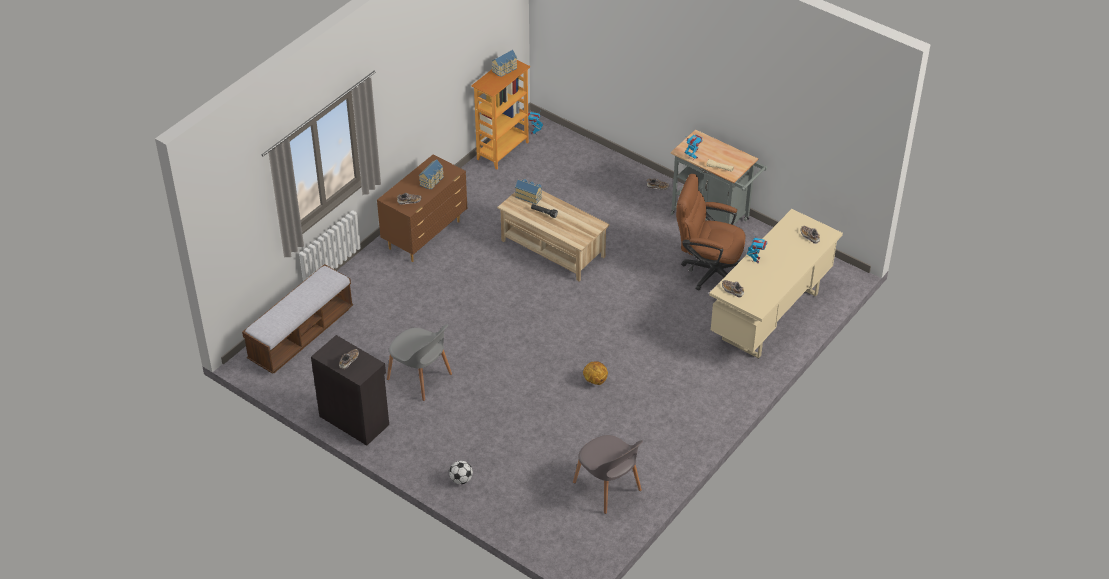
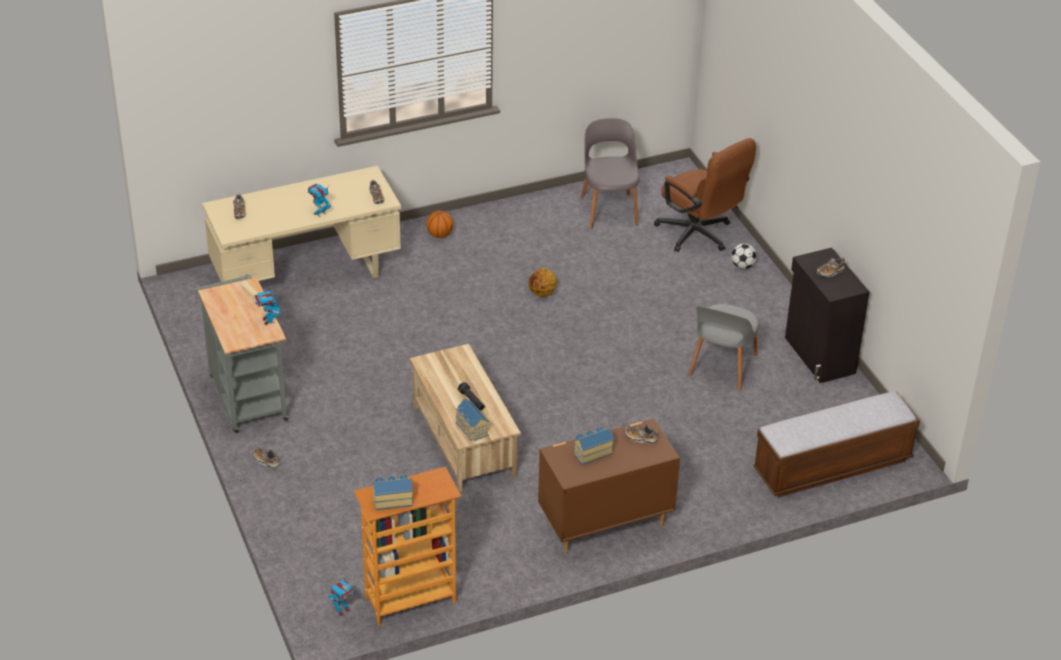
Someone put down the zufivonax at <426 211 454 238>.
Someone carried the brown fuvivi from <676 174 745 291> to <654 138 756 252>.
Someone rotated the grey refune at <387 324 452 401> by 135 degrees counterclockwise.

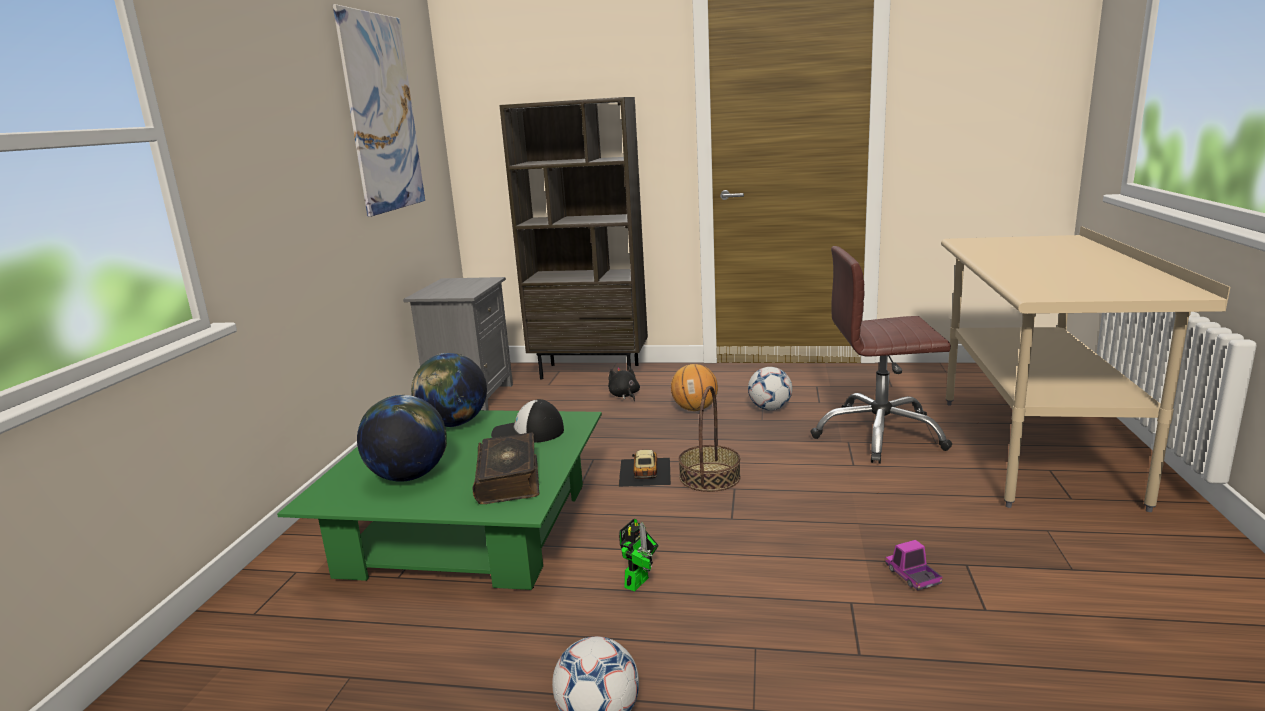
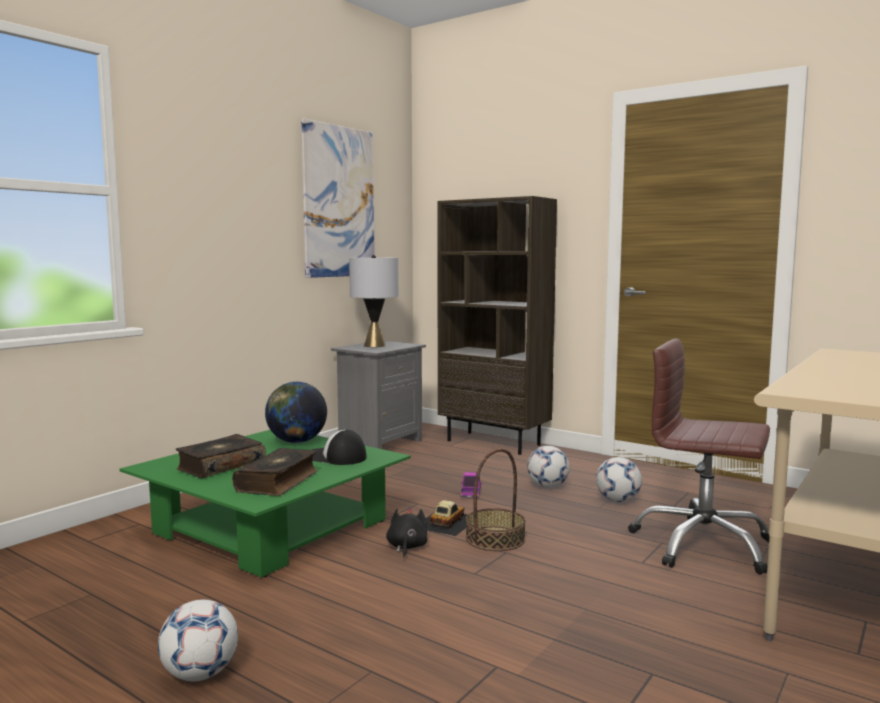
Someone took away the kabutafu at <619 519 659 591>.
Someone put down the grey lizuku at <349 255 398 347>.
Someone carried the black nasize from <608 366 640 401> to <386 508 427 558>.
Someone carried the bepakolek from <885 540 942 590> to <461 472 482 498>.
Someone swapped the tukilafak at <357 395 447 482> for the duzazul at <175 434 266 478>.
Someone swapped the zufivonax at <671 364 718 411> for the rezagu at <527 446 570 488>.

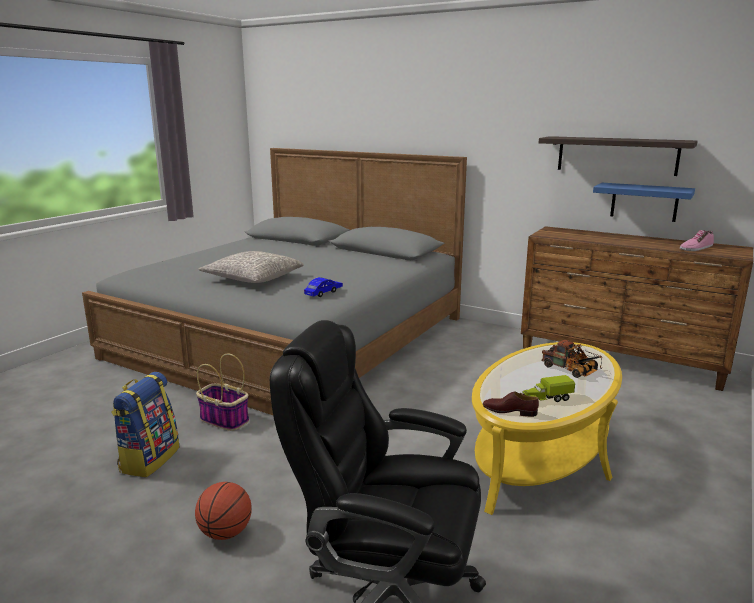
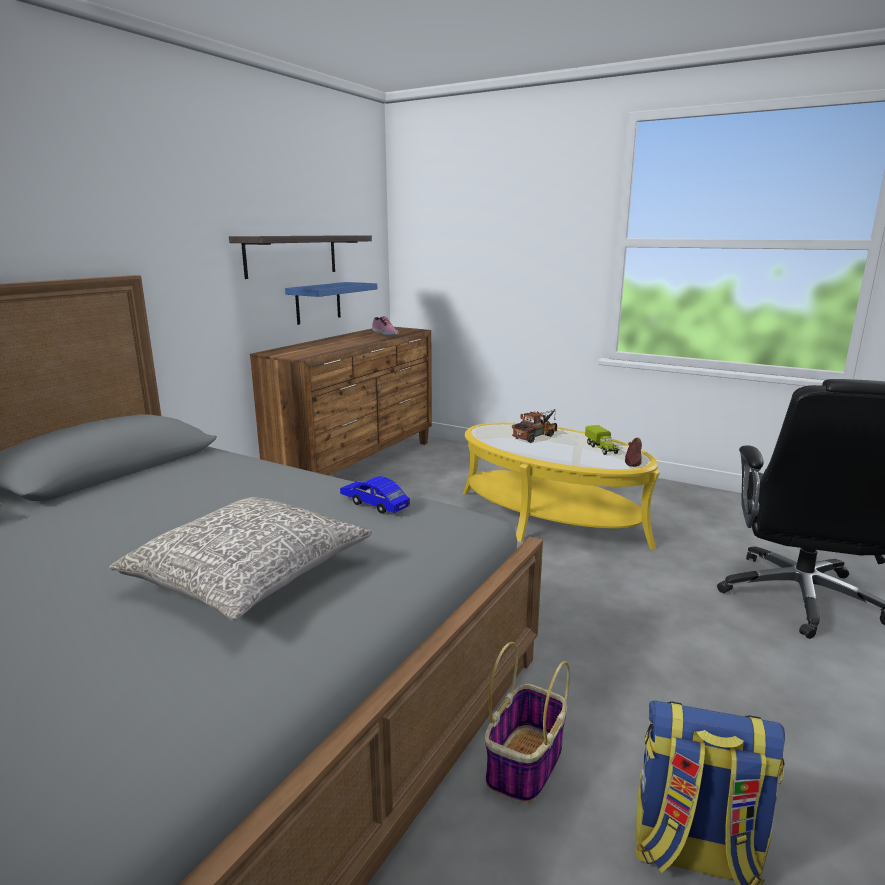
Someone took away the zufivonax at <195 482 252 540>.

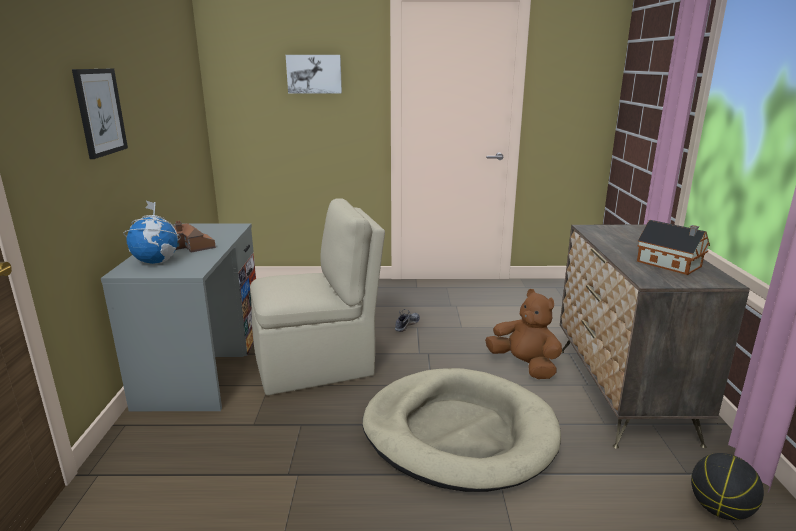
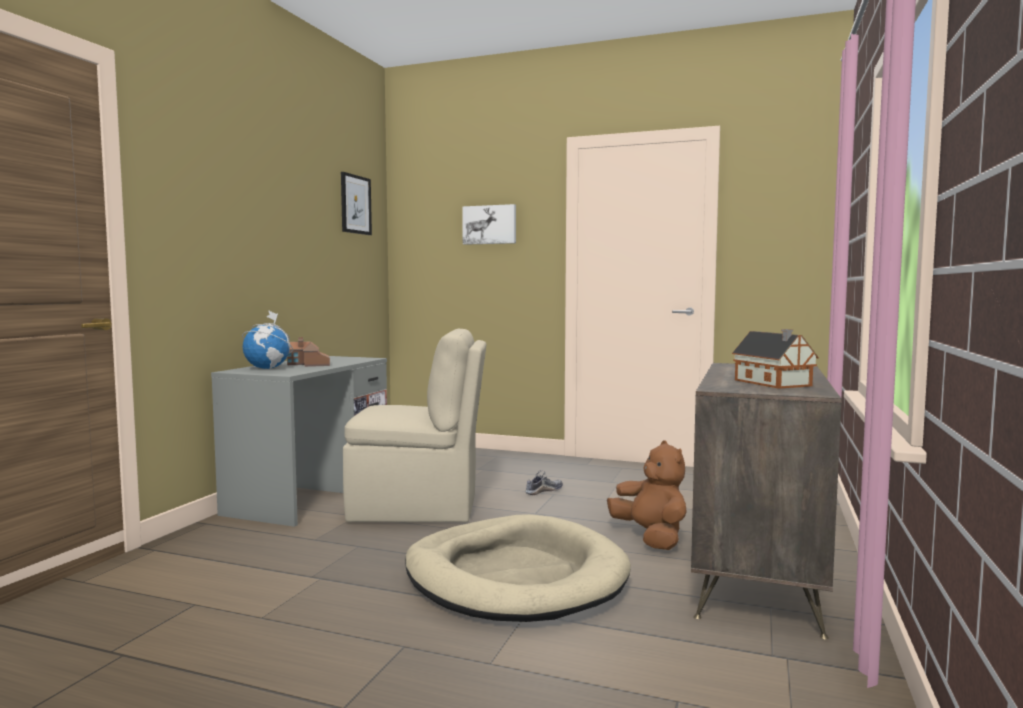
Someone took away the zufivonax at <691 453 764 520>.
Someone carried the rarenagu from <72 69 128 159> to <341 172 372 235>.

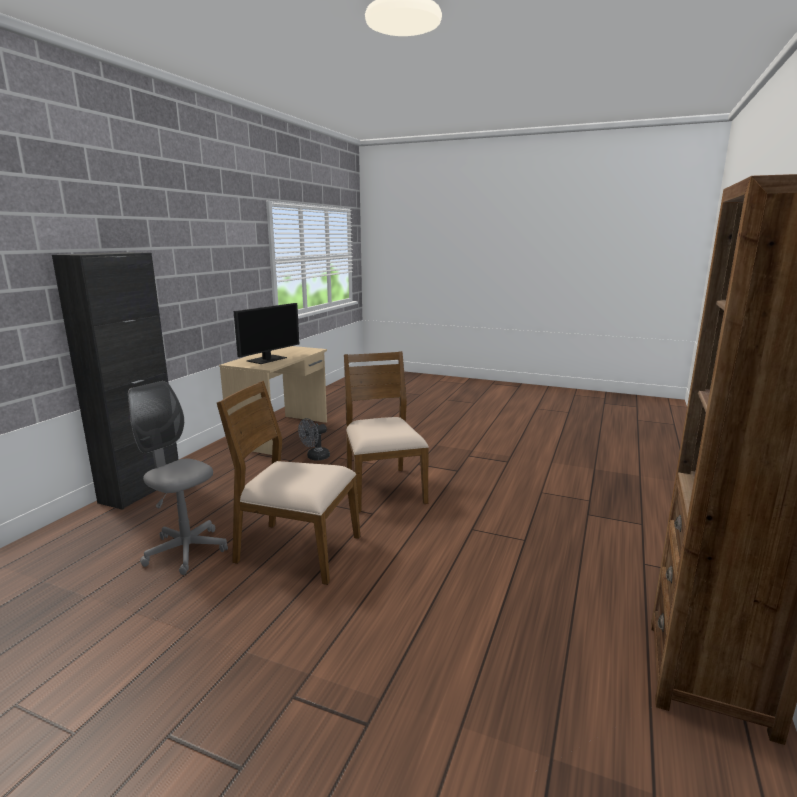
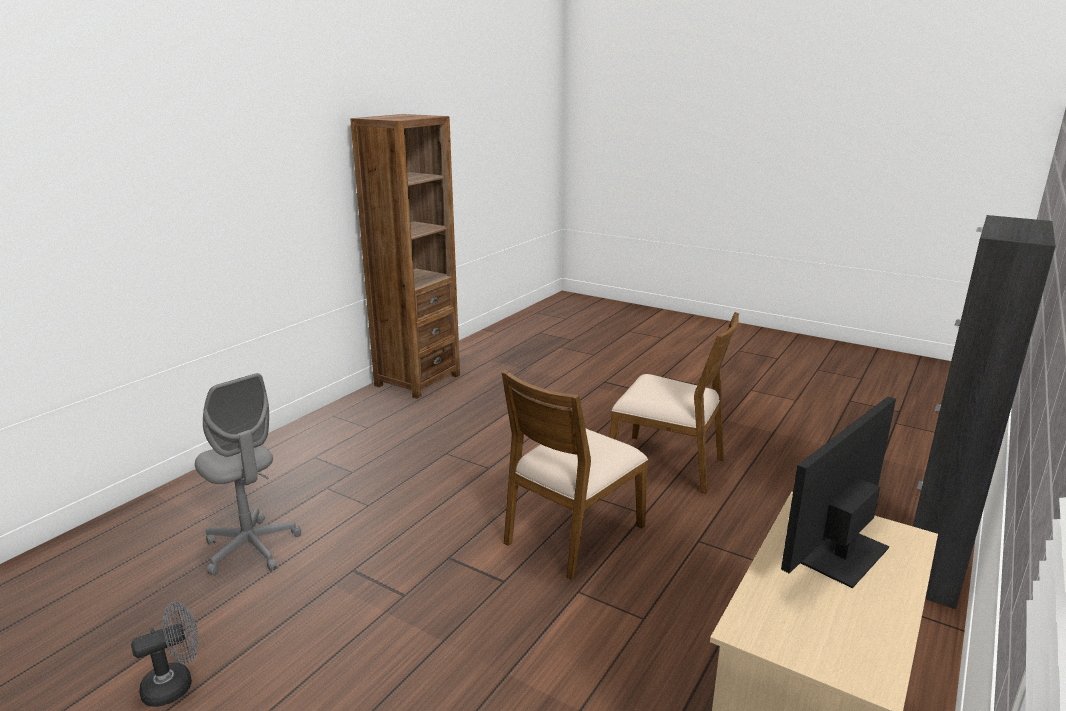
Someone carried the grey fuvivi from <128 381 228 575> to <195 373 301 576>.
Someone carried the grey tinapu from <298 418 330 461> to <131 601 198 707>.
Someone rotated the brown refune at <344 351 429 512> by 45 degrees clockwise.

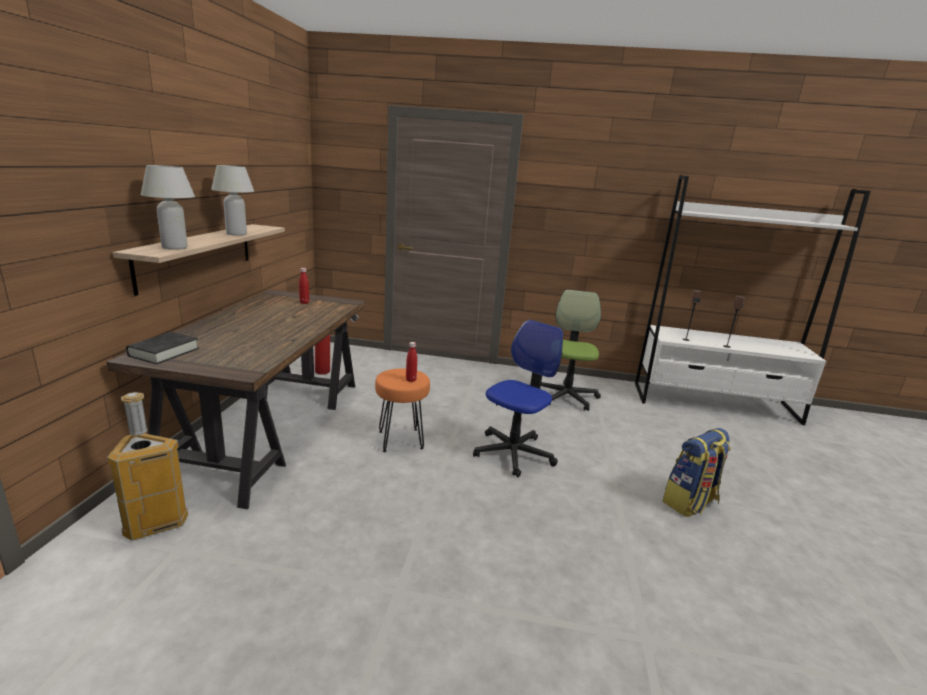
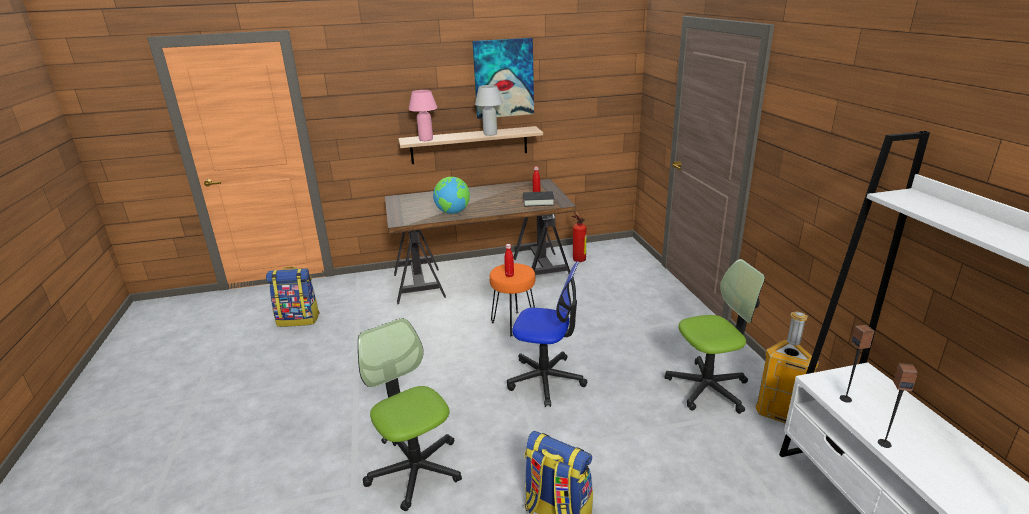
Someone put down the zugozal at <266 267 320 327>.
Someone put down the fuvivi at <358 318 462 511>.
Someone put down the tukilafak at <433 177 470 214>.
Someone put up the rarenagu at <472 38 534 119>.
Someone carried the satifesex from <107 392 188 541> to <756 311 819 424>.
Someone carried the black duzazul from <126 332 199 364> to <523 191 554 207>.
Someone repainted the white lizuku at <141 165 195 250>, which became the pink lizuku at <409 90 438 141>.

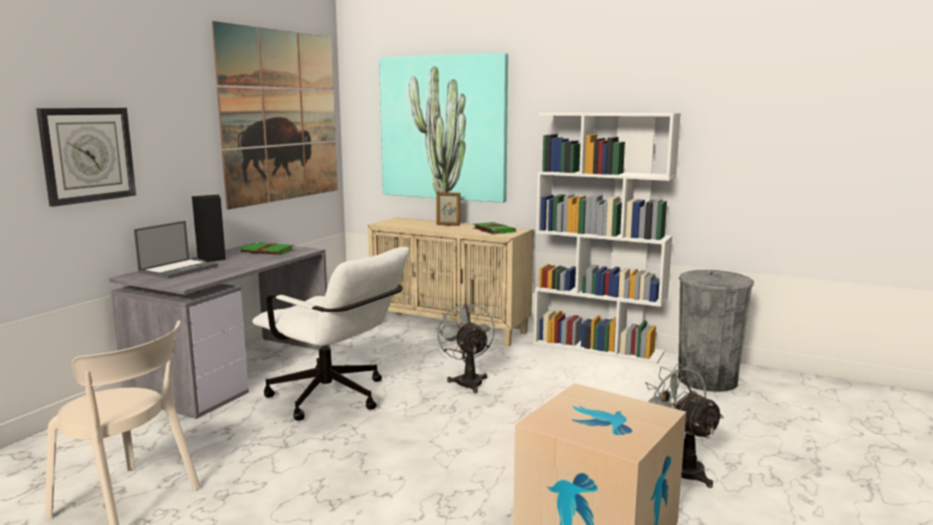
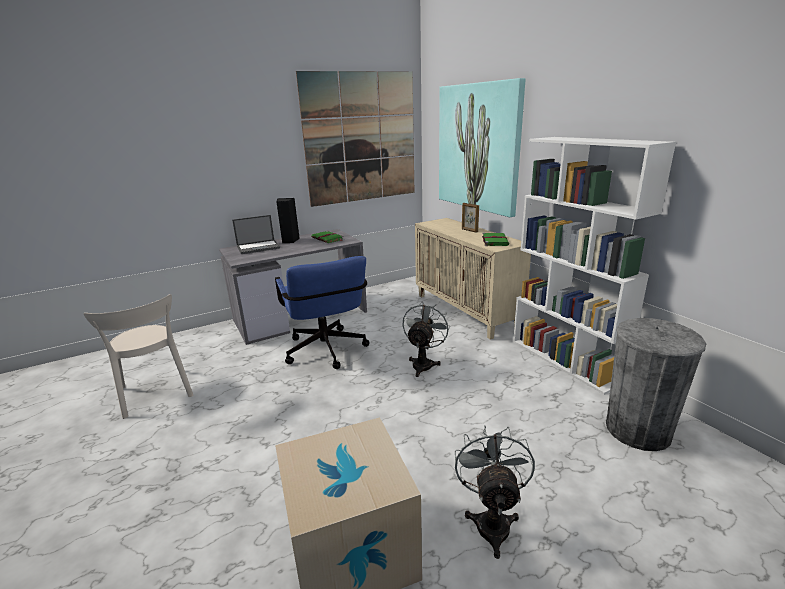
Someone took away the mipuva at <36 108 136 207>.
Someone repainted the white fuvivi at <252 247 409 421>, which became the blue fuvivi at <275 256 370 369>.

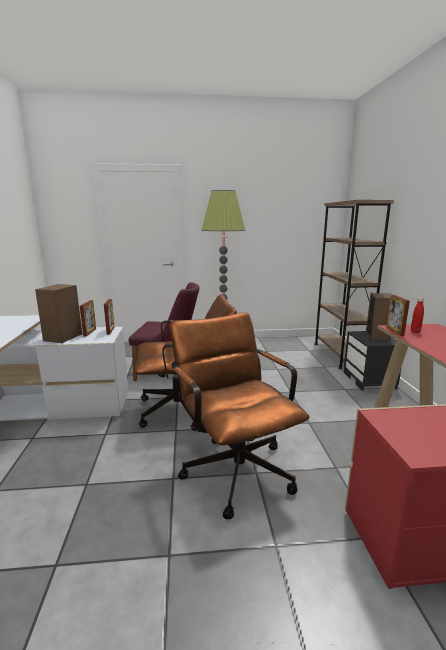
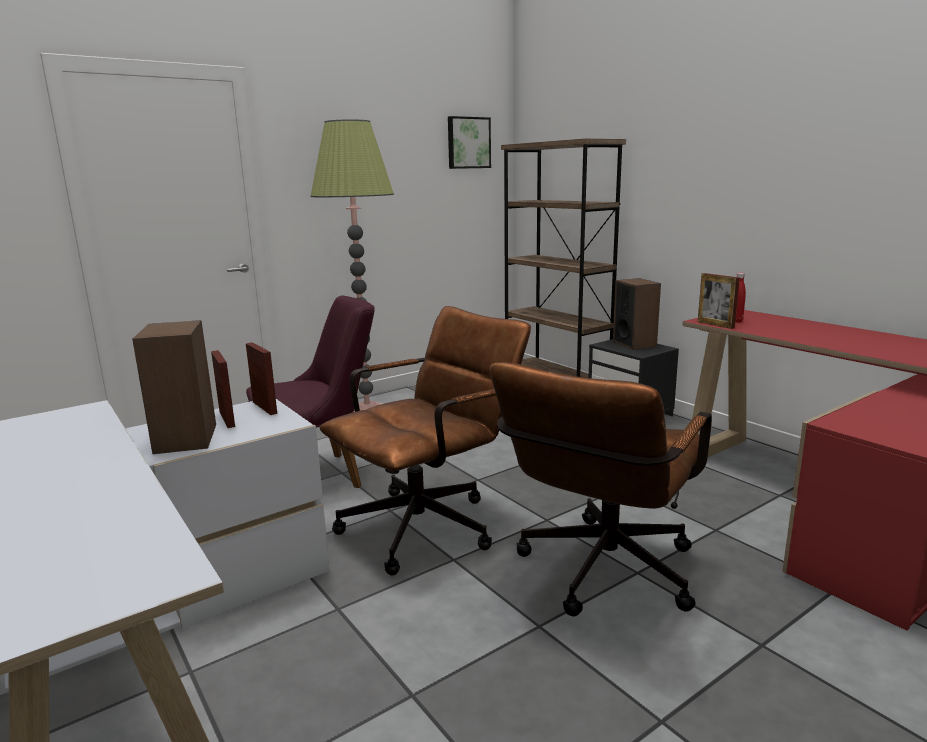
Someone put up the rarenagu at <448 116 491 169>.
Someone rotated the brown fuvivi at <169 312 310 520> by 90 degrees counterclockwise.

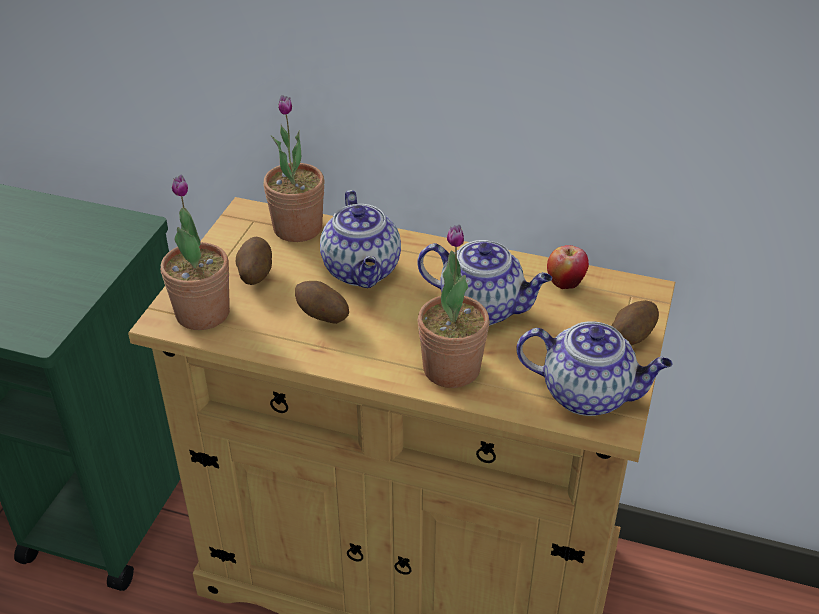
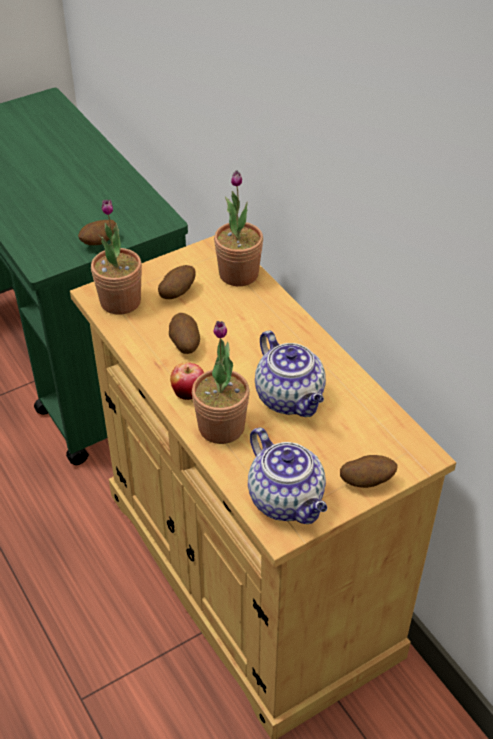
Someone took away the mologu at <320 190 401 288>.
Someone put down the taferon at <78 220 116 245>.
Someone carried the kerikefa from <547 245 589 289> to <170 362 204 400>.

